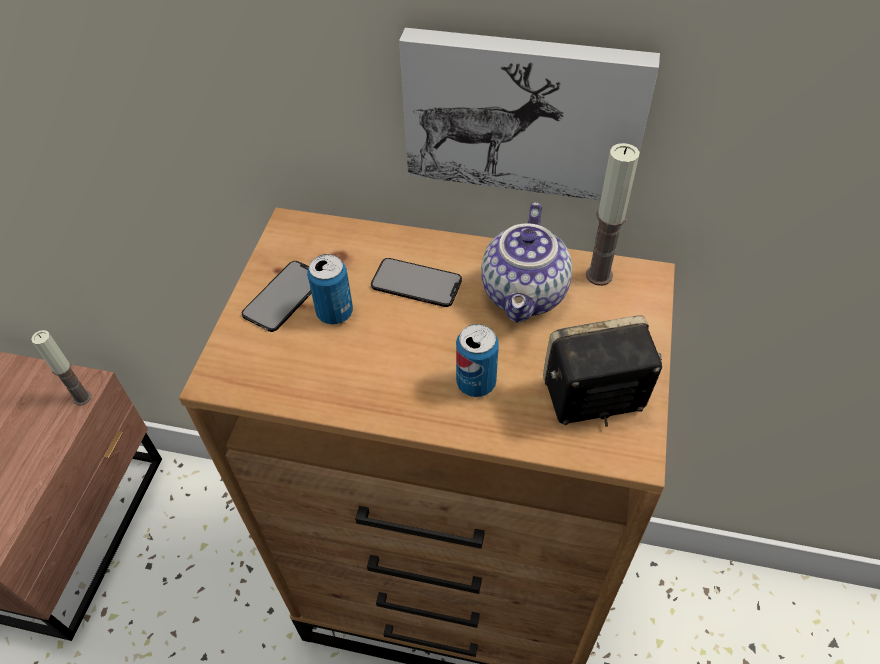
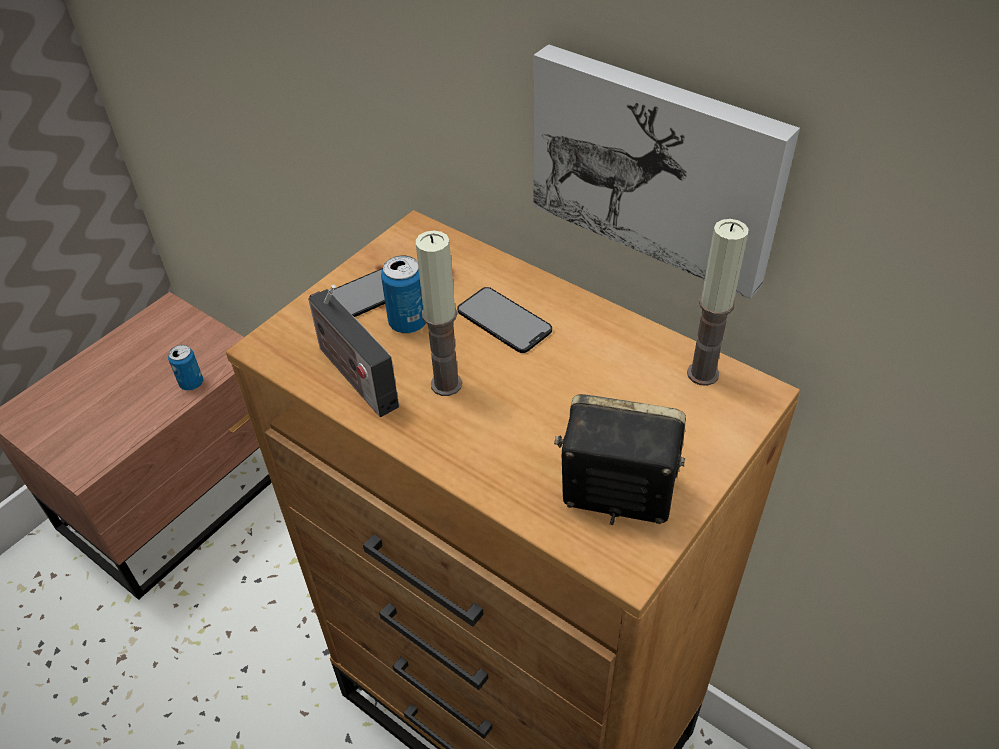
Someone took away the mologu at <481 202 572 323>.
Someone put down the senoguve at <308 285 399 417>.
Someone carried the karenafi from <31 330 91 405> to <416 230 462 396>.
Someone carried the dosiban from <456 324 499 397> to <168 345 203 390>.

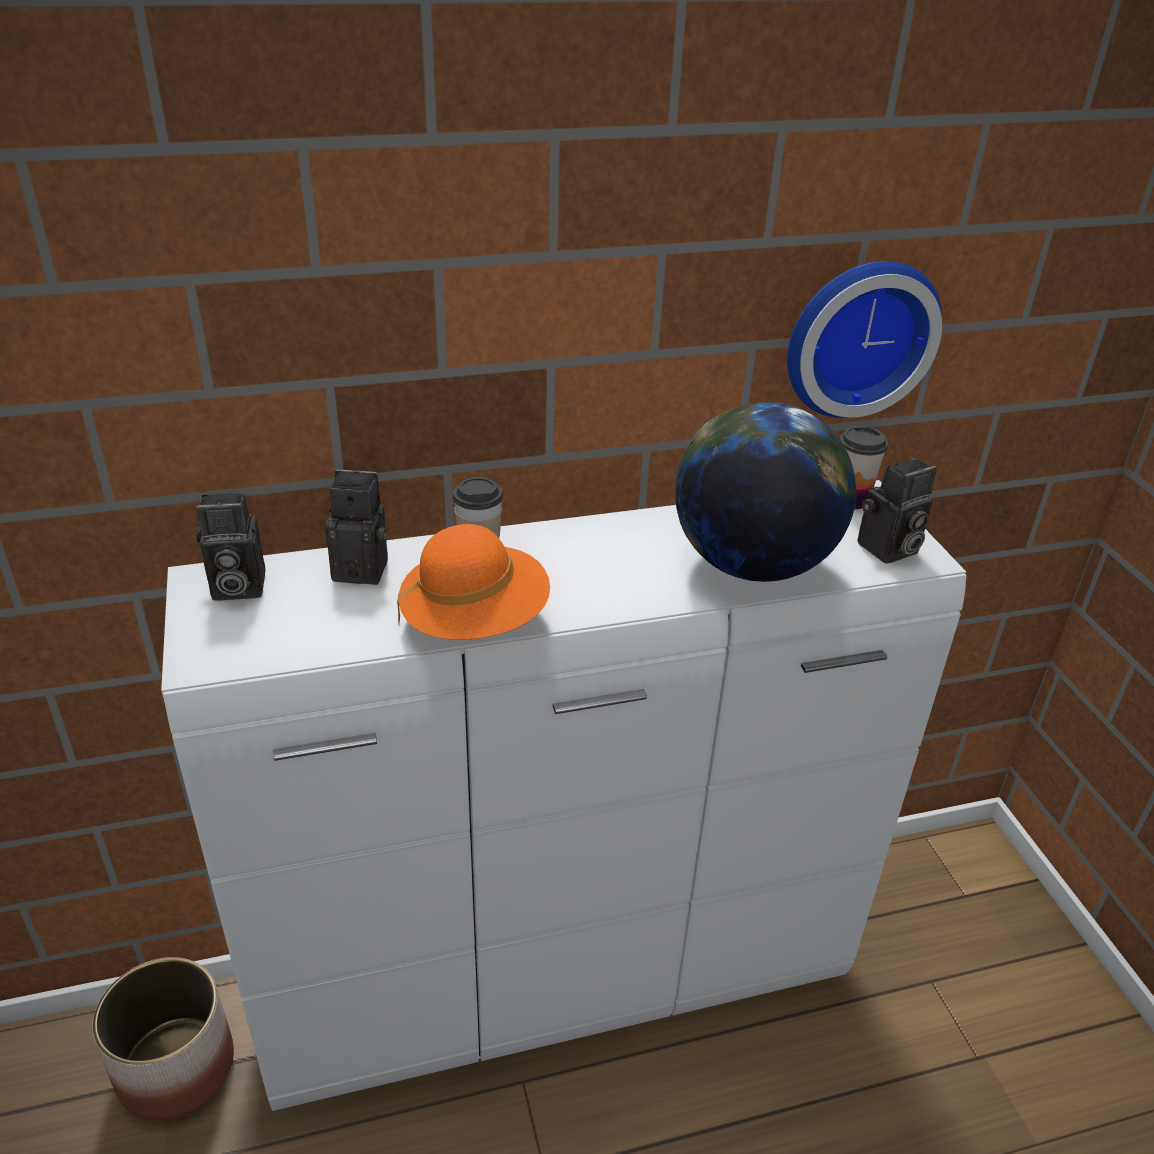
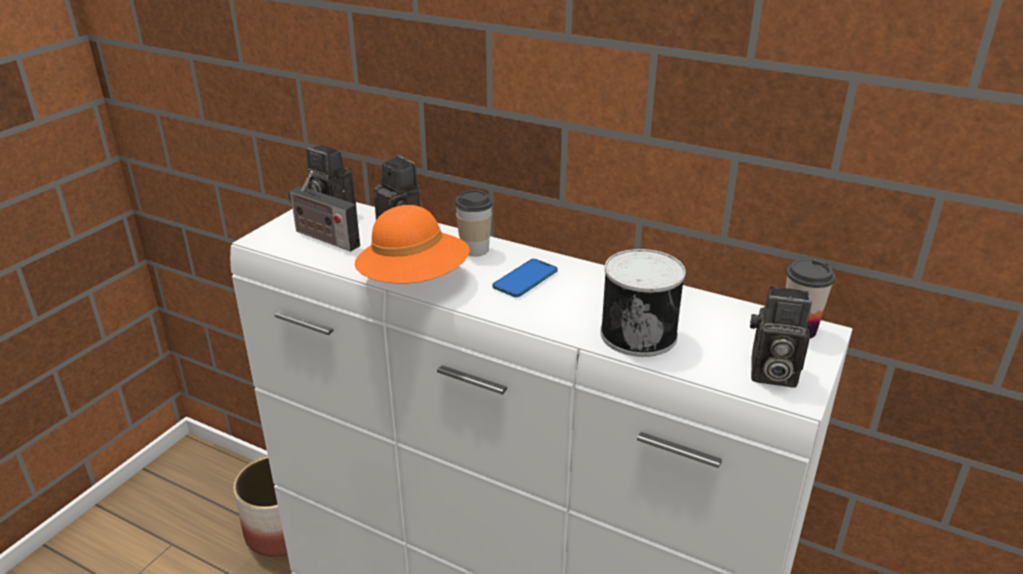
Someone took away the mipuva at <787 261 942 418>.
Someone put down the senoguve at <288 171 360 252>.
Someone put down the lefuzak at <492 259 558 297>.
Someone swapped the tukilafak at <675 402 857 582> for the dosiban at <600 249 686 357>.

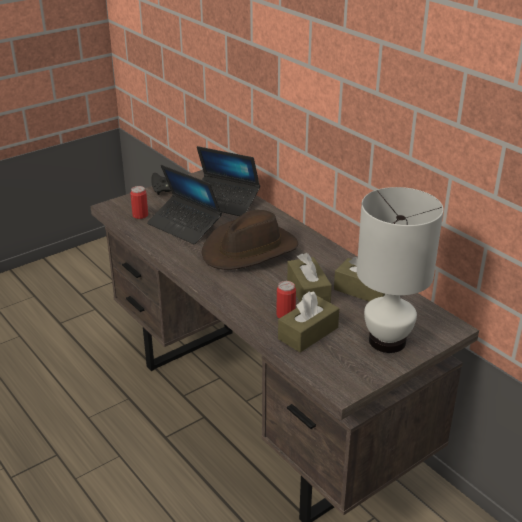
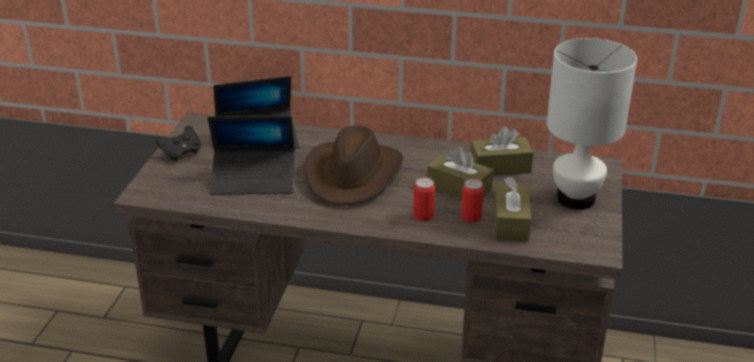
Someone carried the dosiban from <130 186 148 219> to <413 178 435 221>.

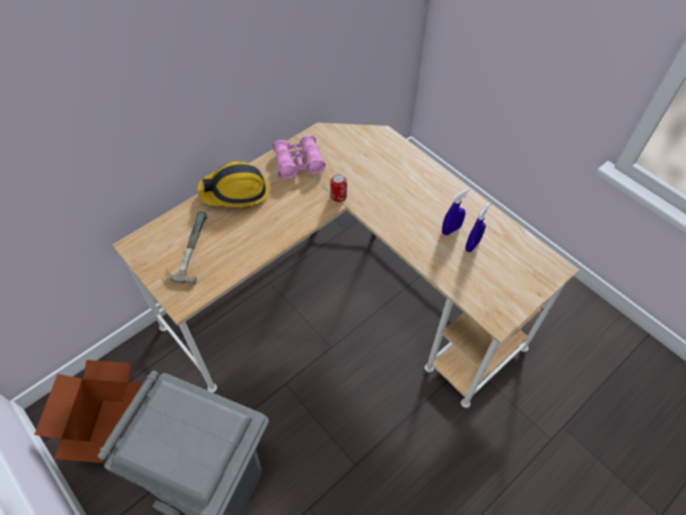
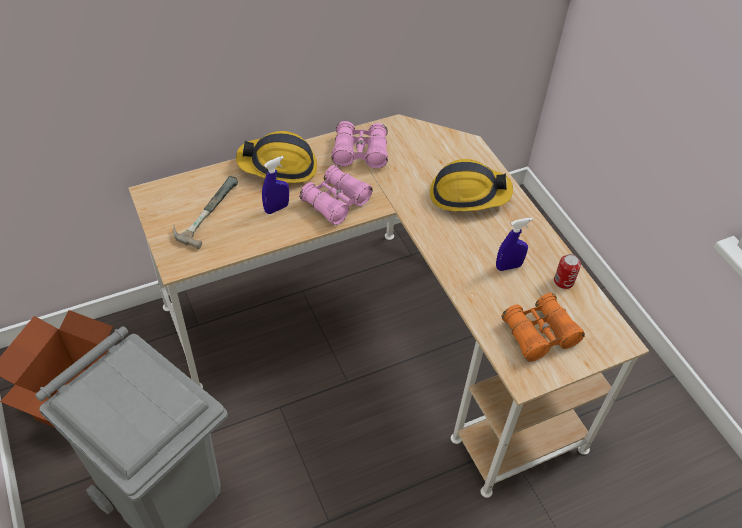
Someone put down the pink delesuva at <299 165 373 225>.
Someone put down the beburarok at <430 159 513 212>.
Someone put down the orange delesuva at <501 293 585 362>.
Someone carried the dosiban from <331 174 347 202> to <554 254 581 289>.
Someone carried the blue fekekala from <465 202 491 252> to <262 156 289 214>.

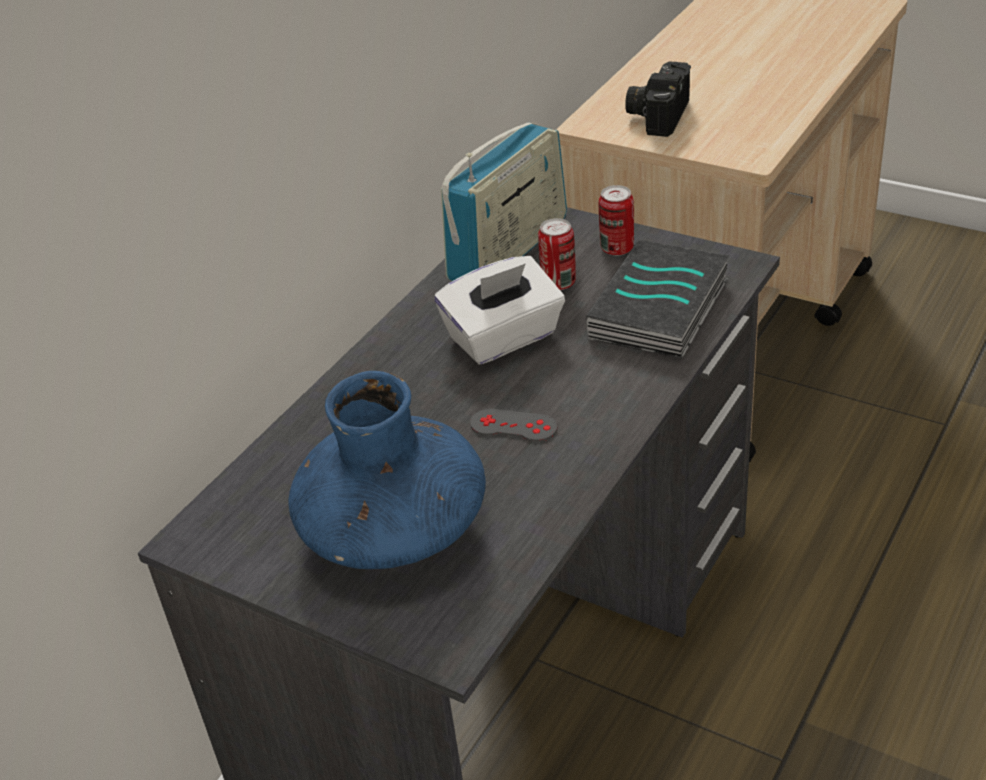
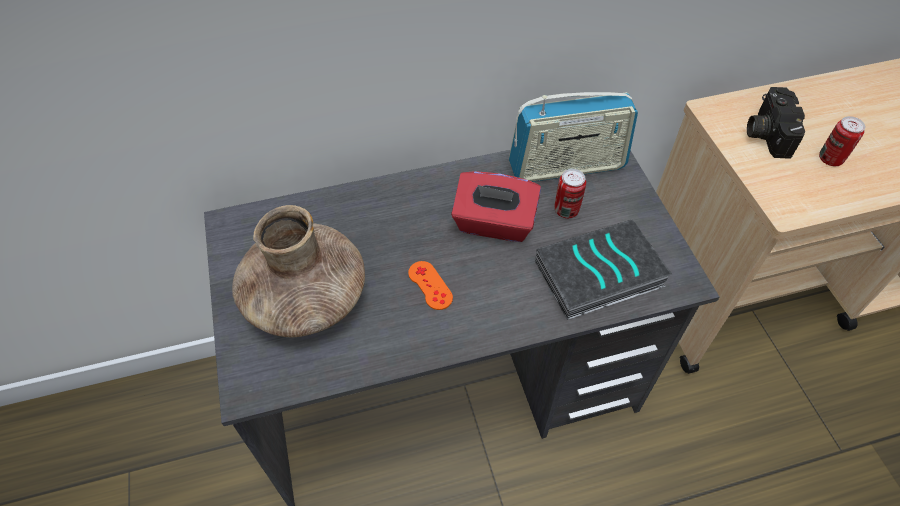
Someone carried the dosiban from <599 185 634 256> to <819 116 865 166>.
Someone repainted the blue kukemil at <288 371 486 569>, which became the brown kukemil at <232 205 365 337>.
Someone repainted the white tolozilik at <434 256 565 364>, which became the red tolozilik at <451 171 541 242>.
Someone repainted the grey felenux at <470 409 558 442>, which became the orange felenux at <408 261 453 310>.
Someone rotated the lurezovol at <625 61 691 137> by 60 degrees counterclockwise.

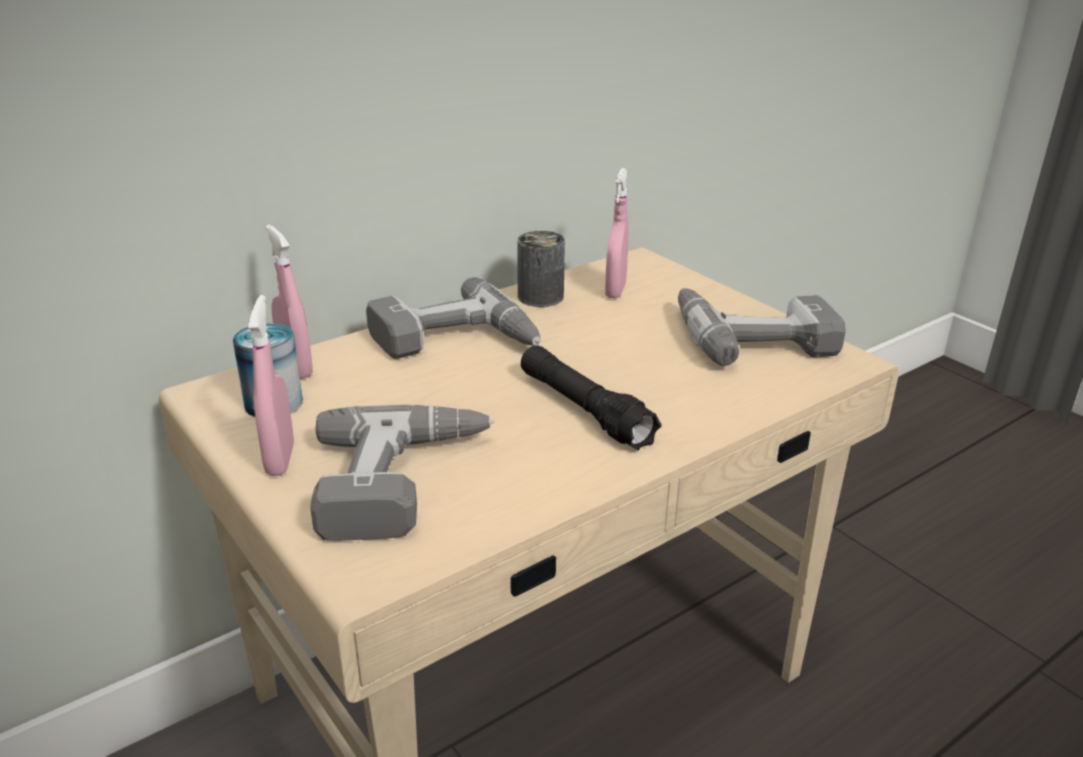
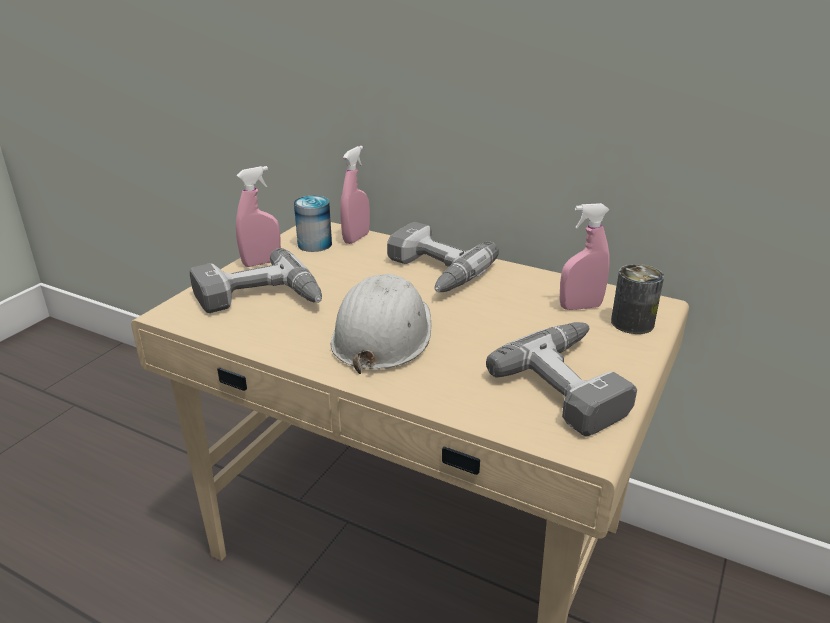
Someone carried the dosiban from <517 231 565 307> to <611 264 664 334>.
Someone swapped the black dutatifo at <521 345 662 451> for the white beburarok at <331 274 431 374>.

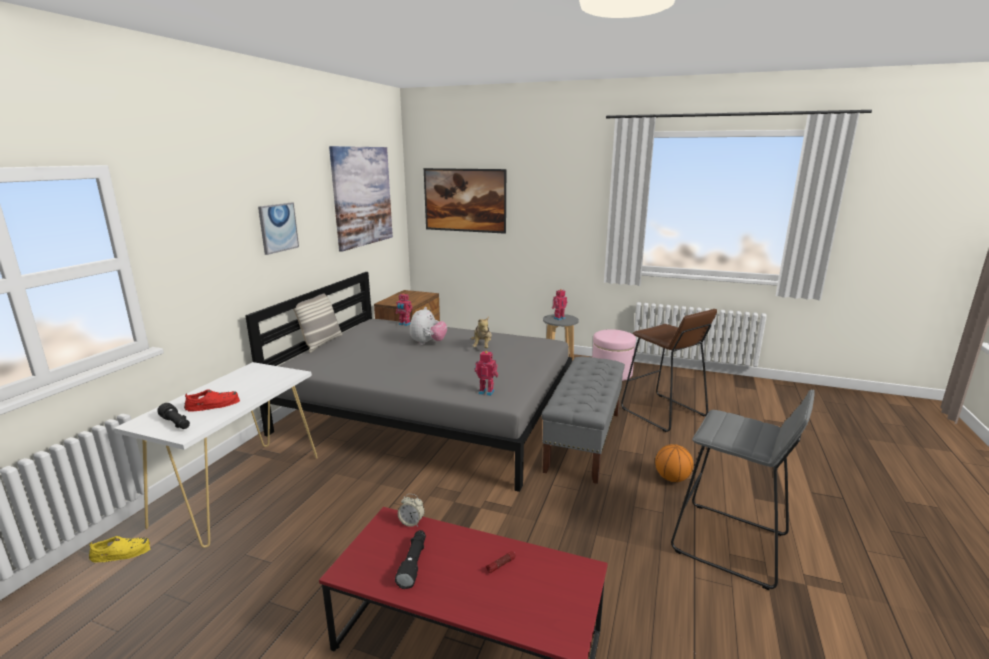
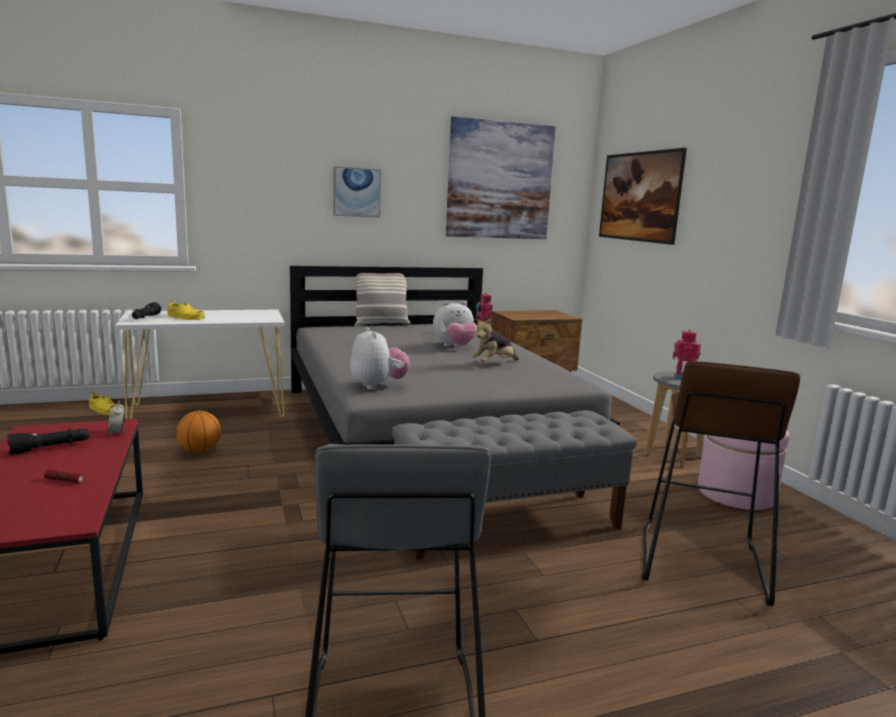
Someone carried the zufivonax from <655 444 693 482> to <177 411 221 453>.
Someone swapped the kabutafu at <475 351 498 396> for the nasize at <350 327 410 390>.
Someone repainted the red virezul at <184 390 240 412>, which became the yellow virezul at <167 300 205 320>.

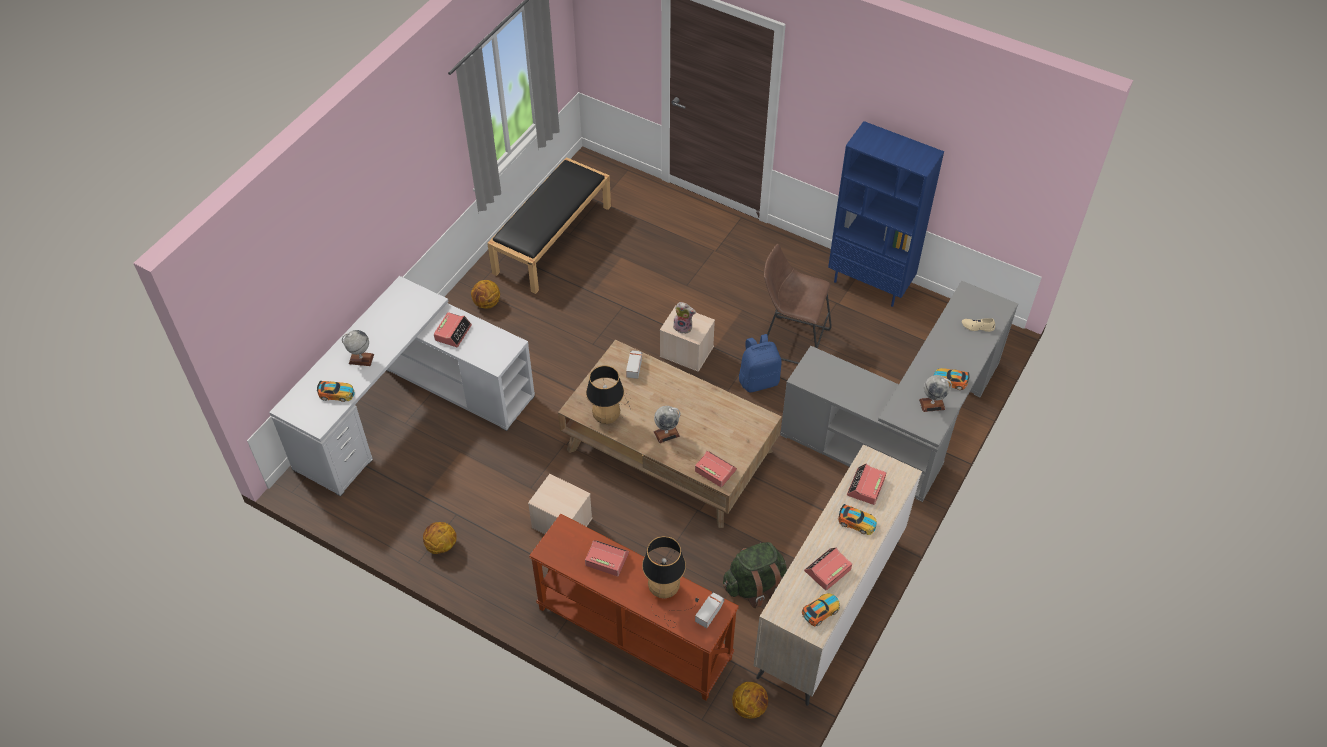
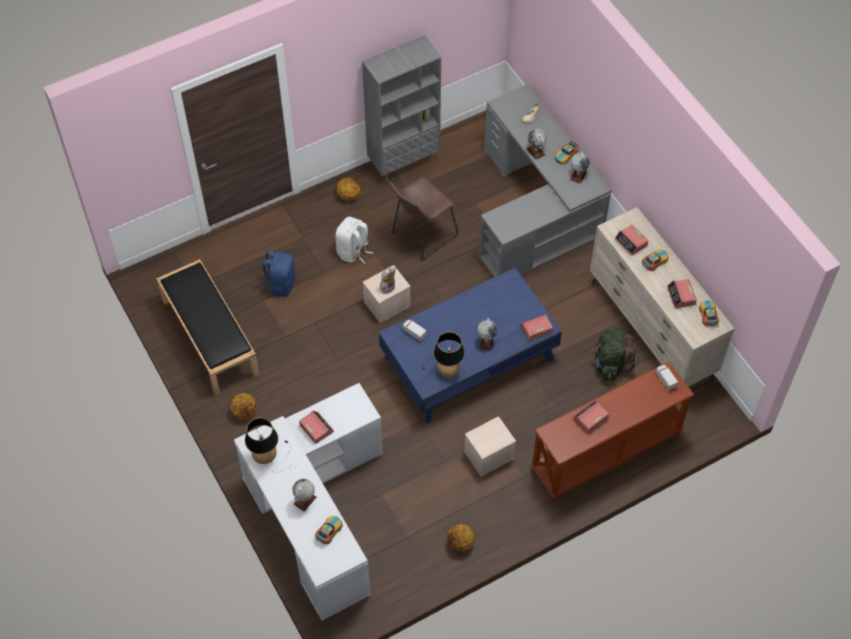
Someone put down the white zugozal at <335 216 373 264>.
Someone put down the tukilafak at <526 129 547 160>.
Someone carried the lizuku from <642 536 699 628> to <245 418 296 473>.
Someone carried the zufivonax from <732 682 768 719> to <337 177 360 201>.
Someone carried the blue zugozal from <739 334 782 392> to <261 250 295 297>.
Someone repainted the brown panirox at <558 340 782 528>, which became the blue panirox at <379 268 562 423>.
Someone repainted the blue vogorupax at <828 121 944 307>, which became the grey vogorupax at <362 35 441 183>.

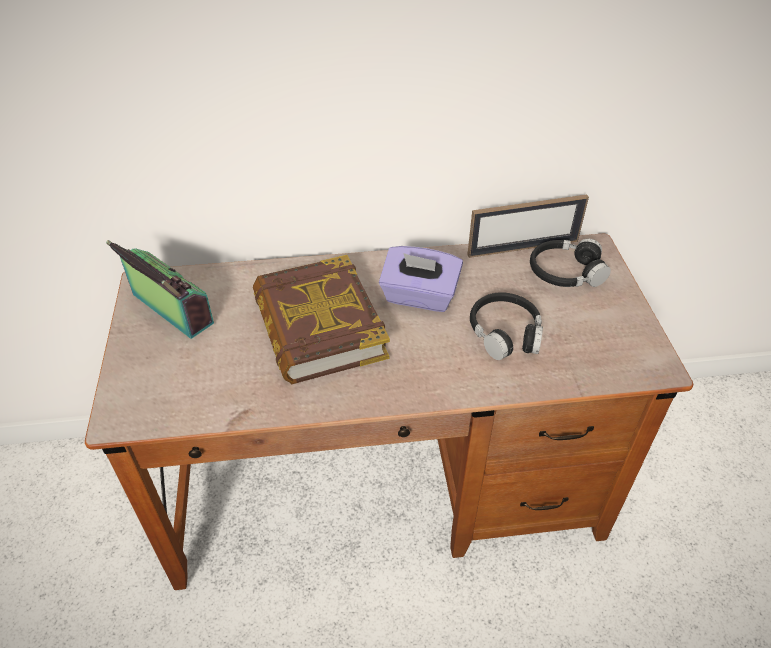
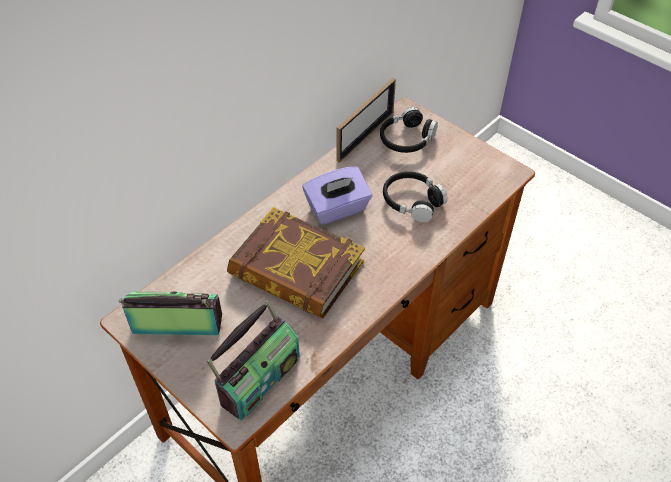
Someone put down the senoguve at <207 301 300 421>.

